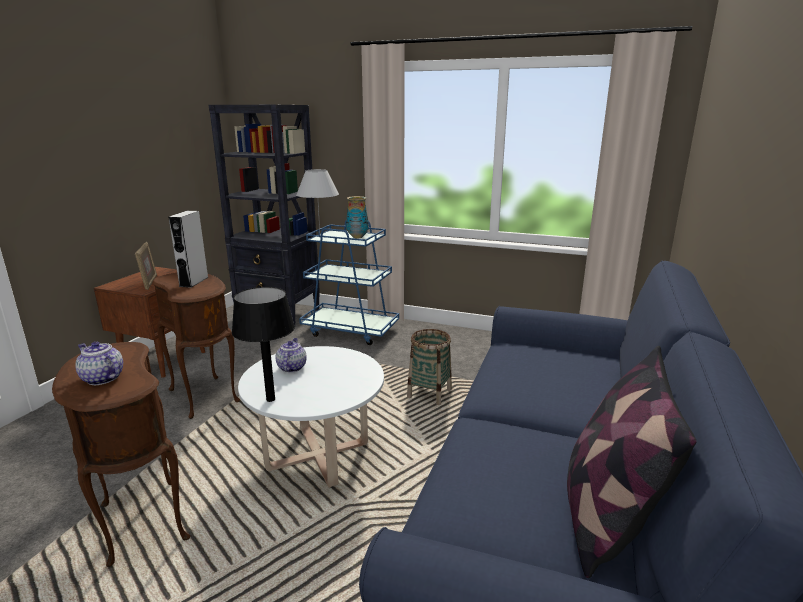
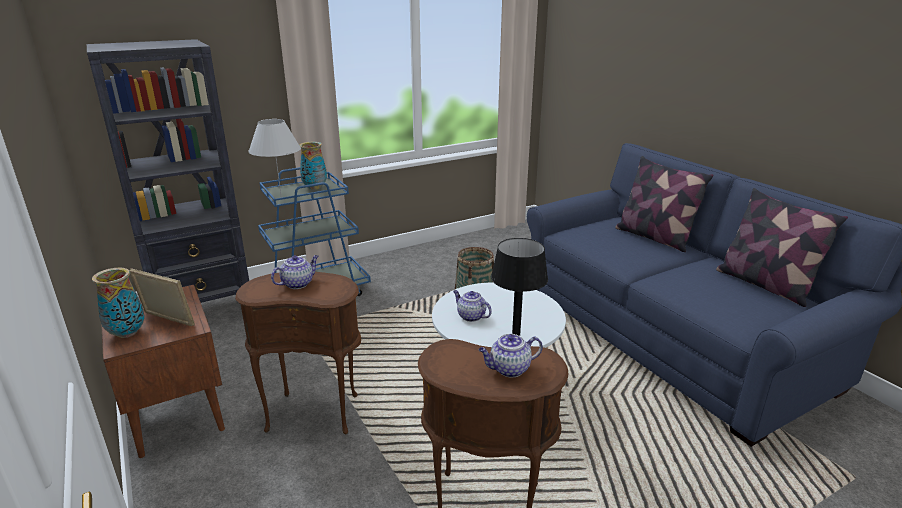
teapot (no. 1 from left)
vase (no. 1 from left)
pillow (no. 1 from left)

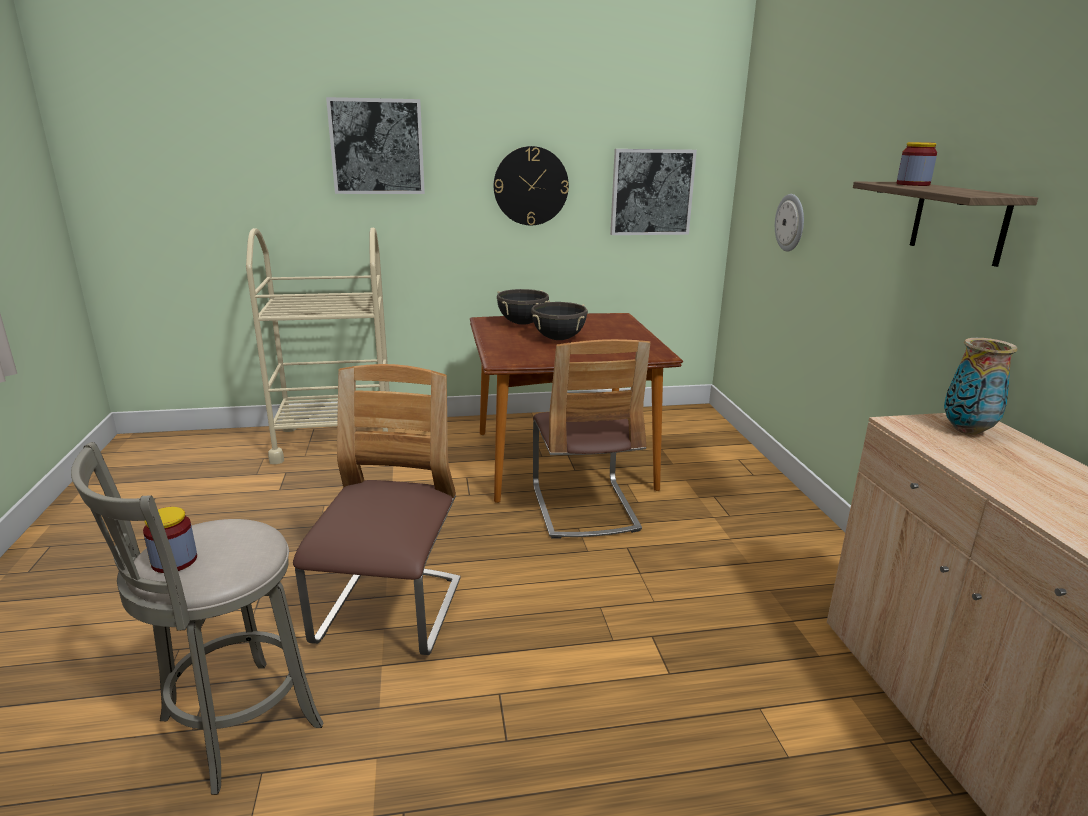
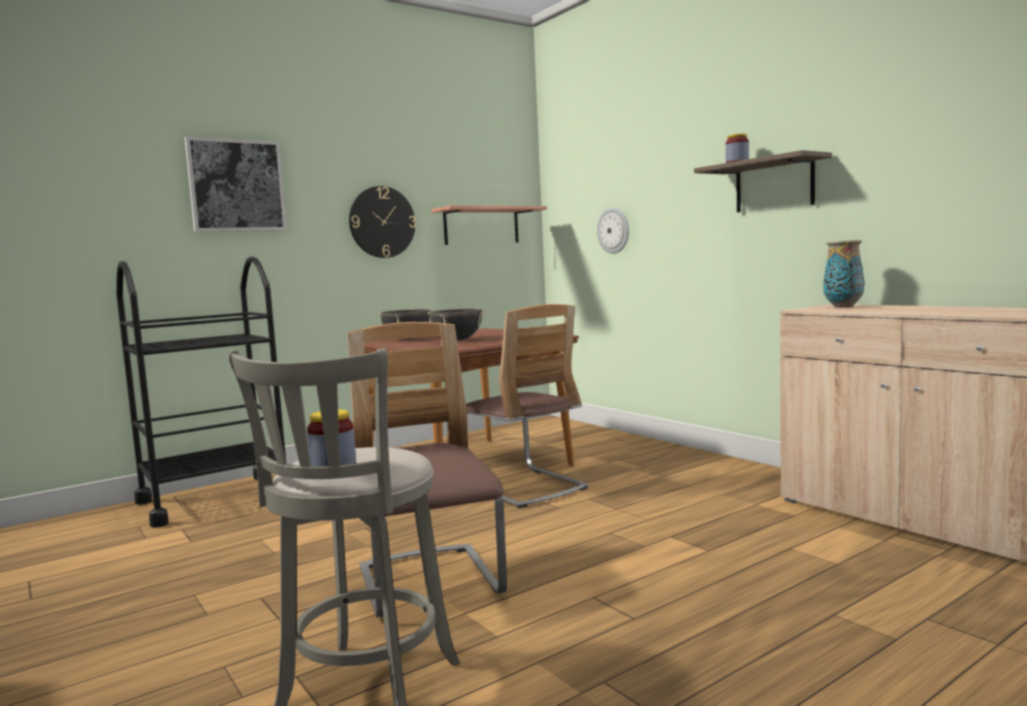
black cart
shelf (no. 1 from left)

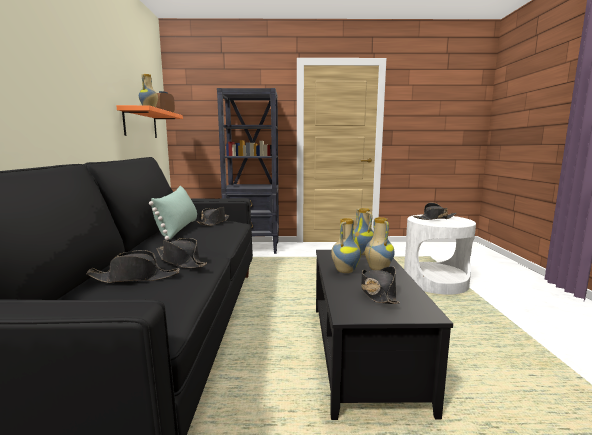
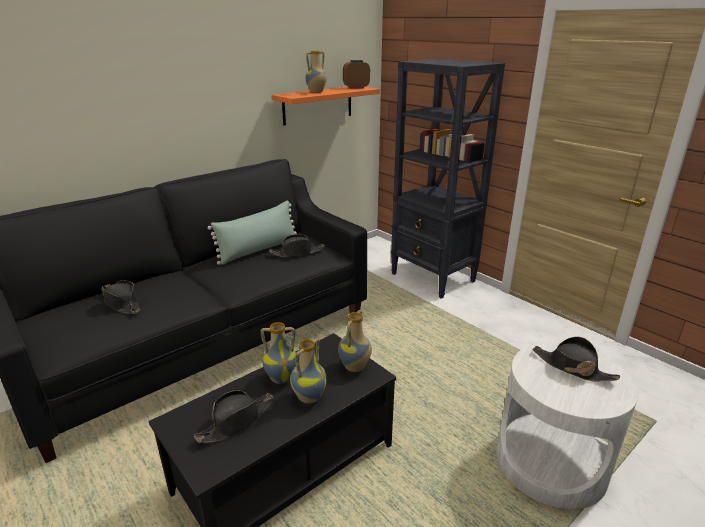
black hat (no. 2 from left in the first image)

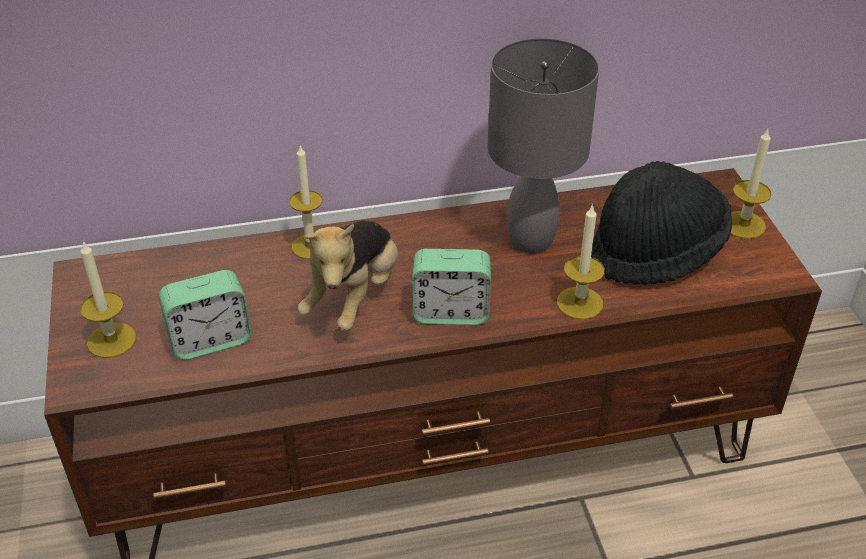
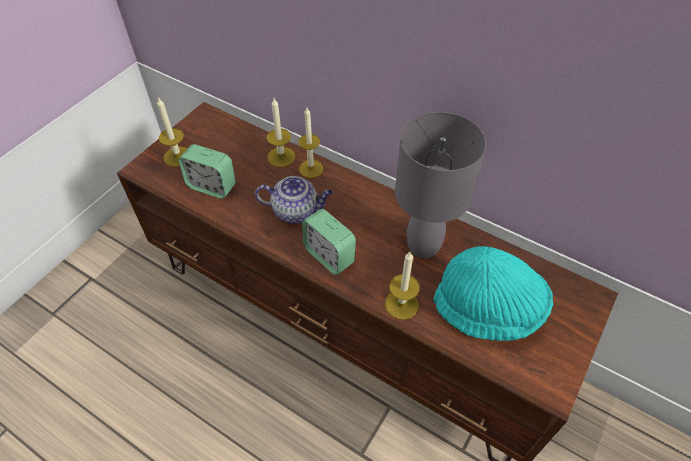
teapot
turquoise hat
candle (no. 2 from left)

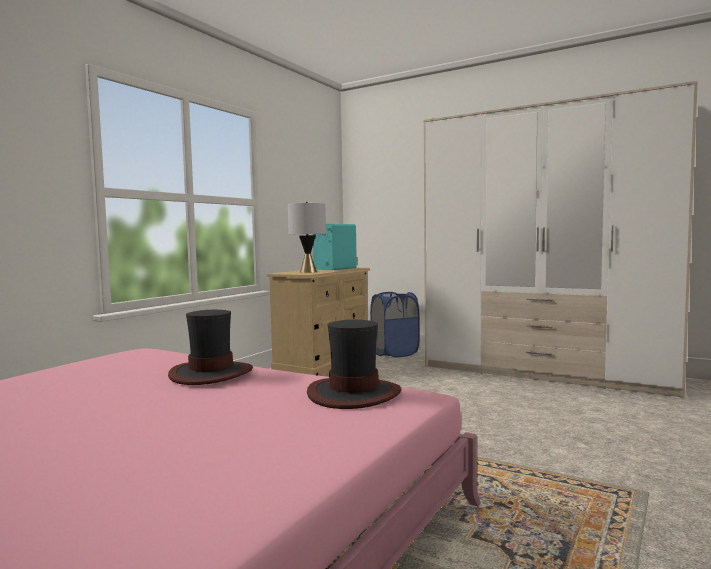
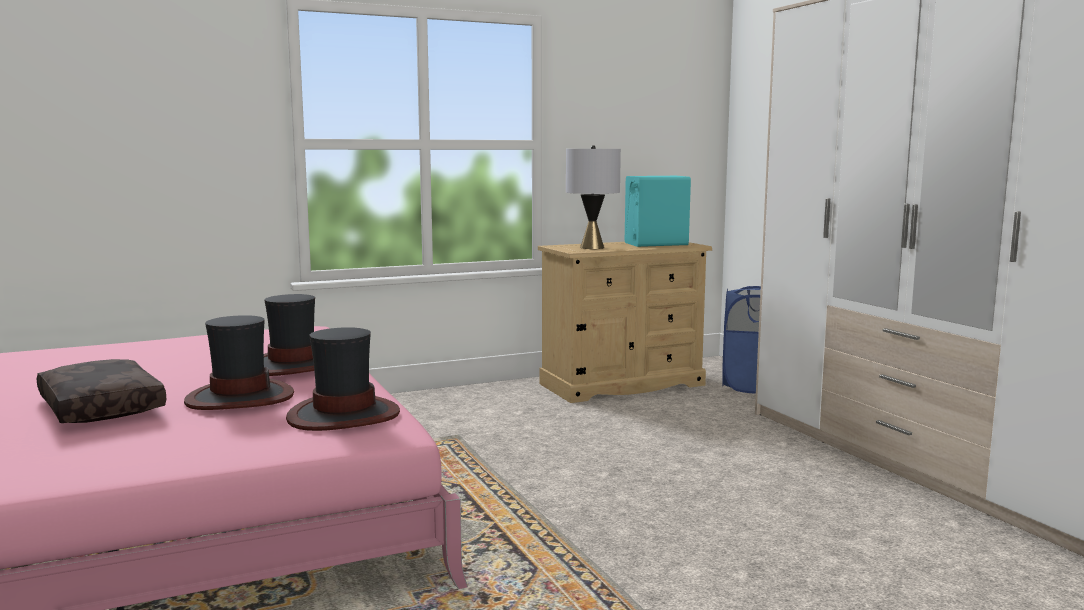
brown pillow
hat (no. 1 from left)

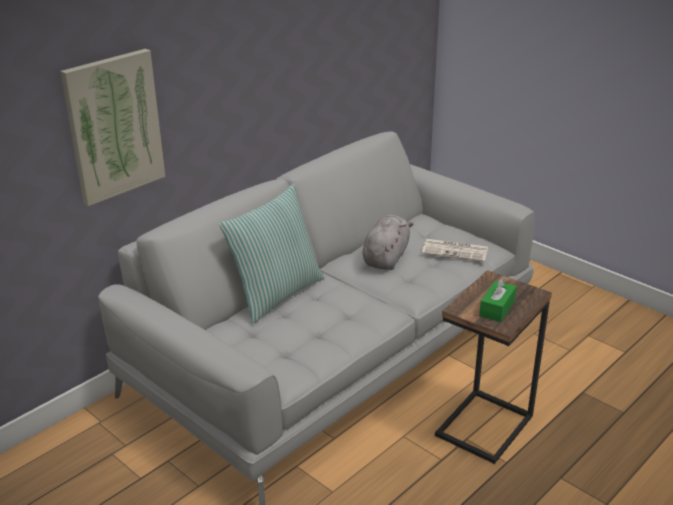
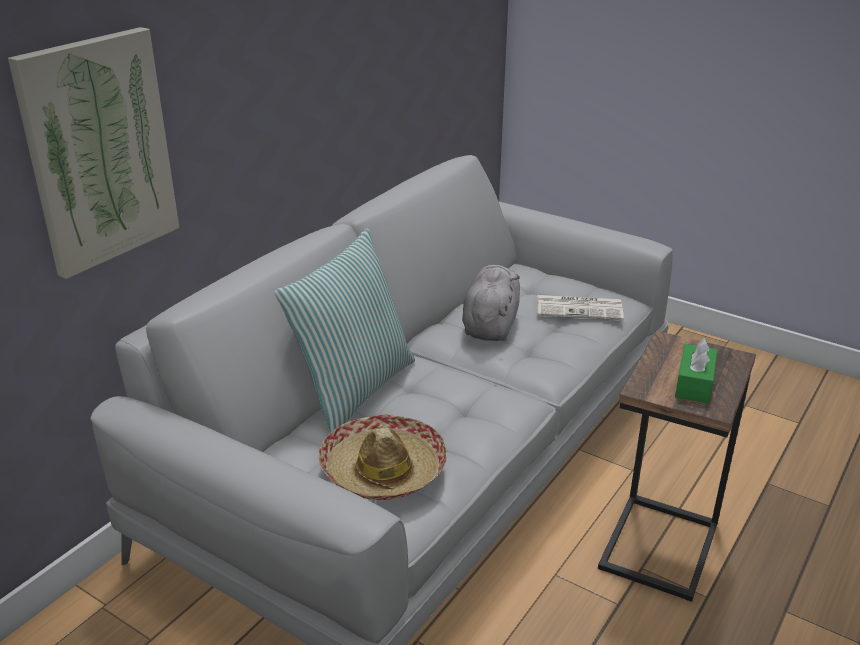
hat

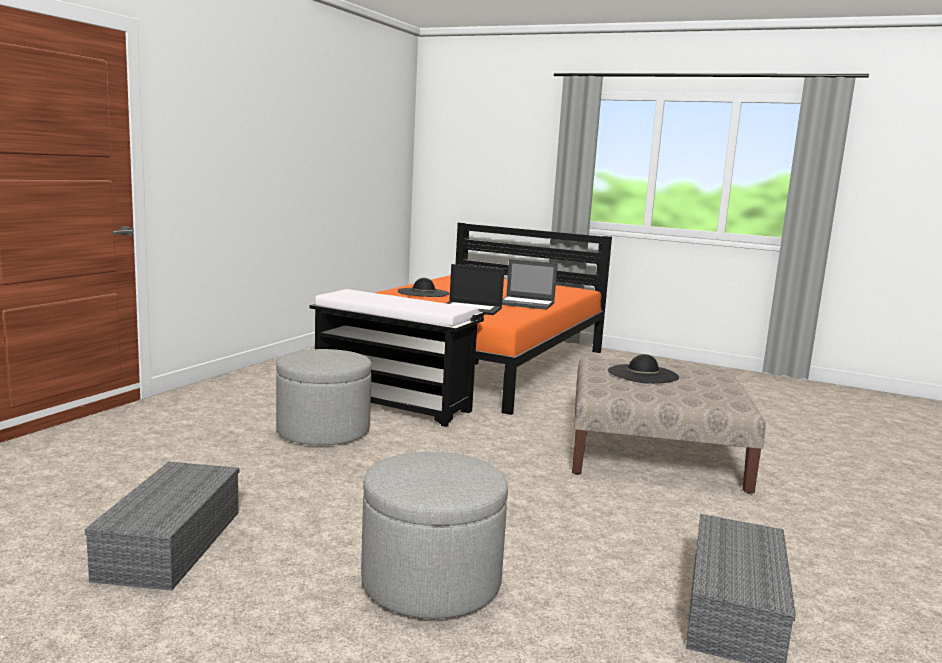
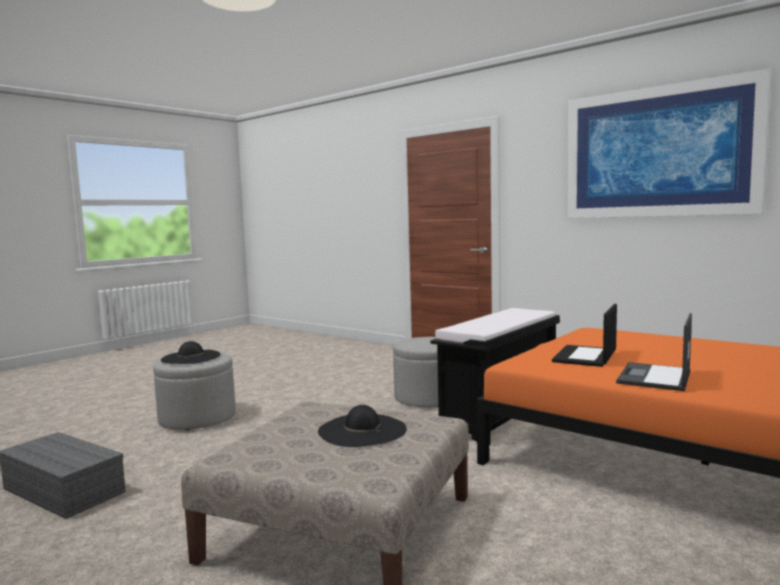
grey storage box (no. 1 from left in the first image)
black hat (no. 1 from left)
picture

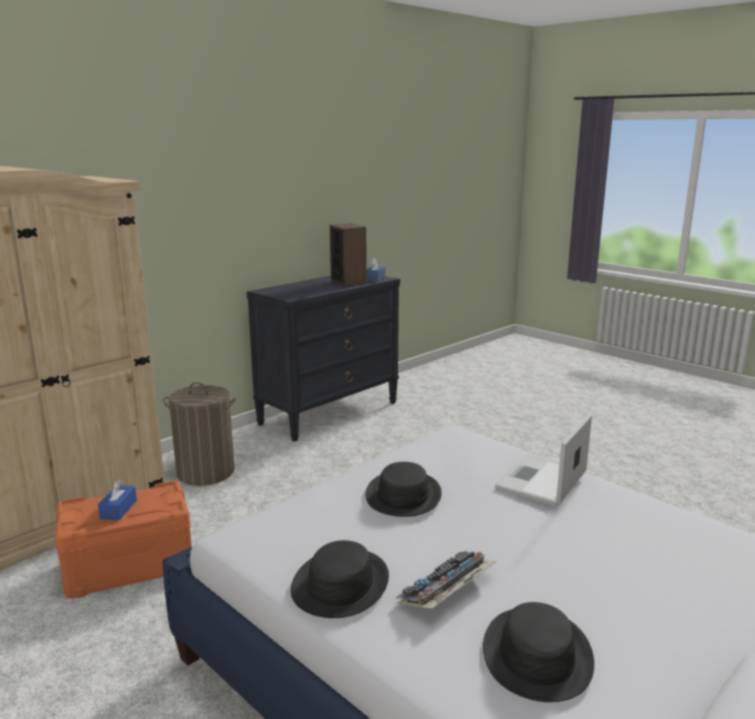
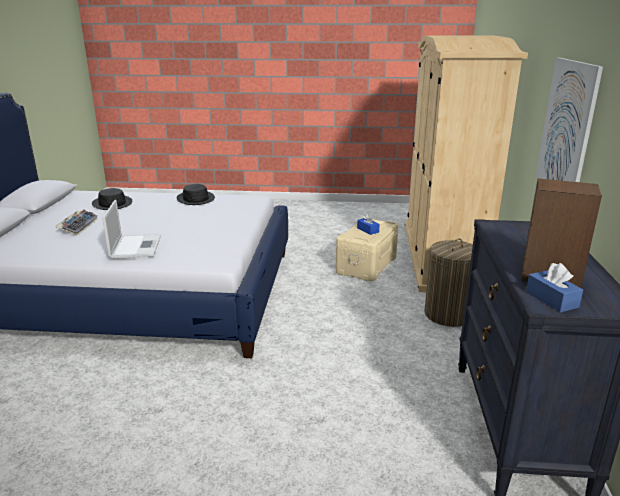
beige storage box
black hat (no. 2 from left in the first image)
keyboard
picture

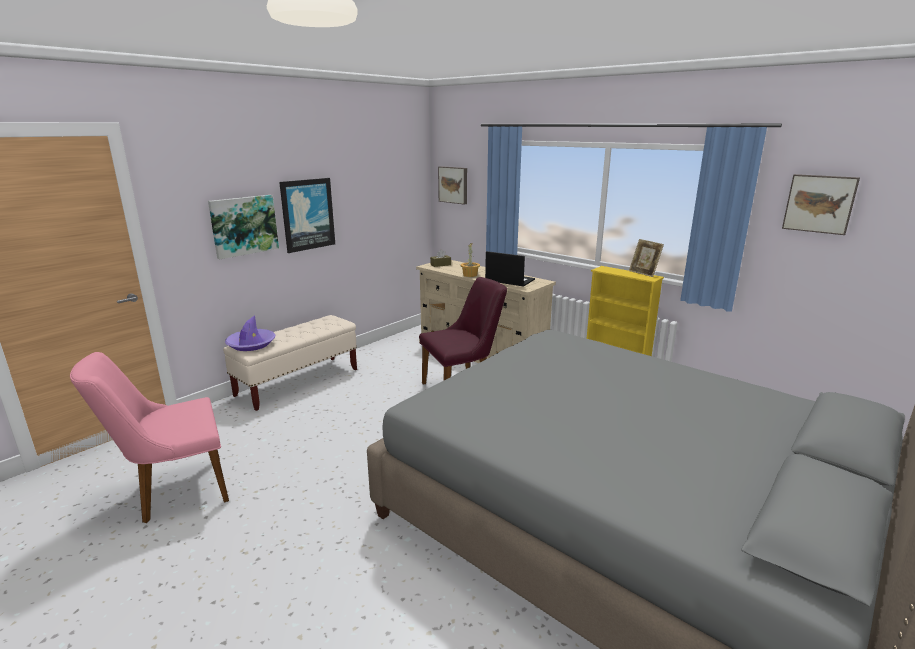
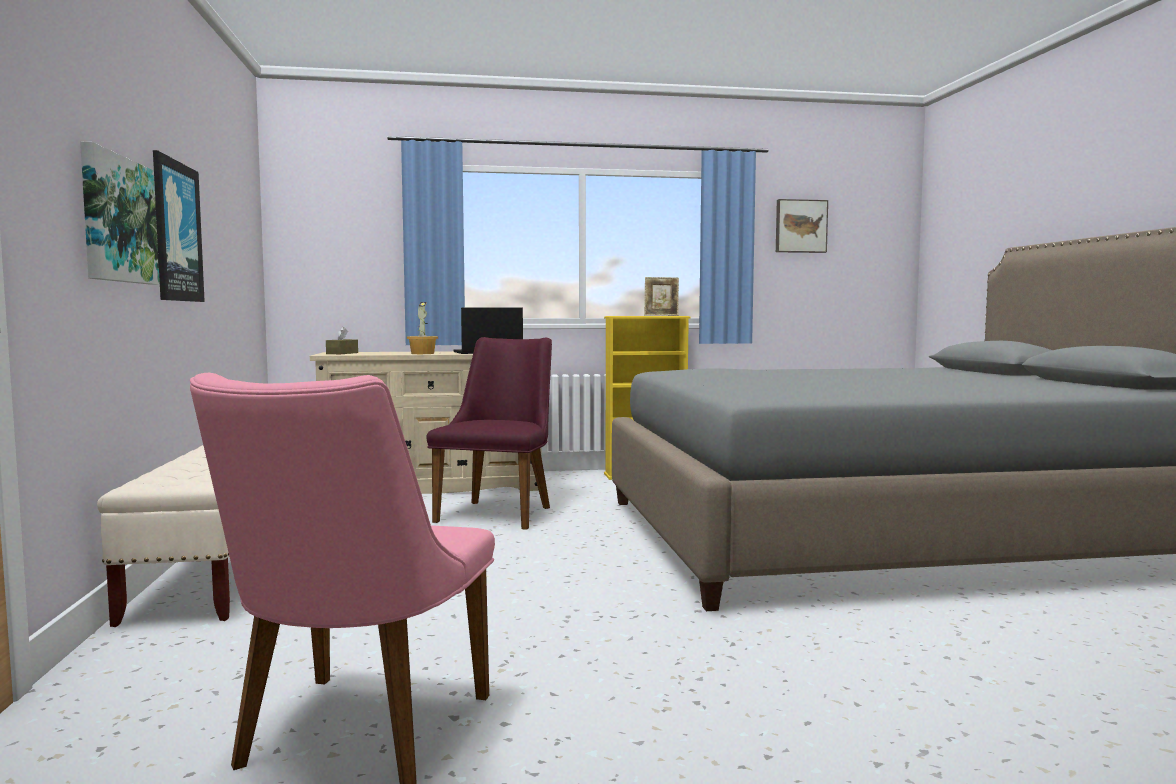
purple hat
picture (no. 3 from left in the first image)

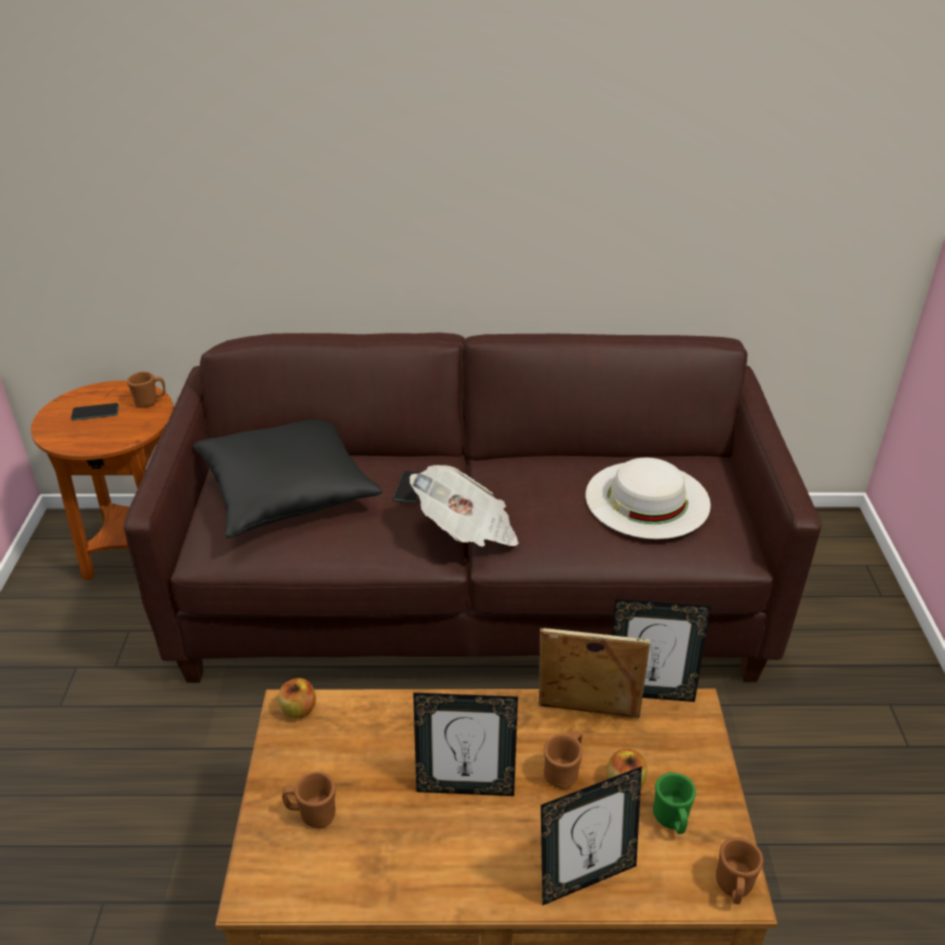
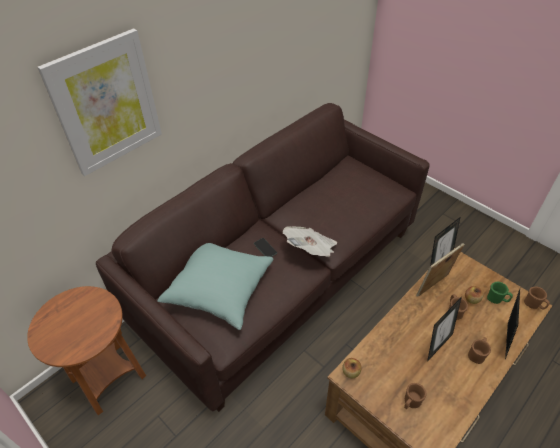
phone (no. 1 from left in the first image)
brown mug (no. 3 from left)
turquoise pillow
white hat
picture

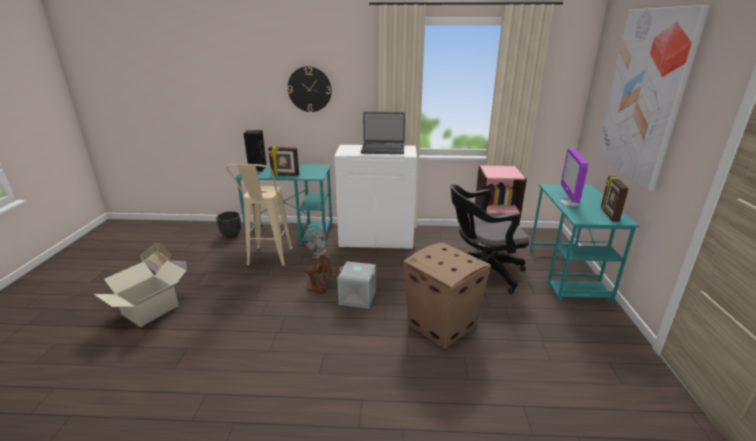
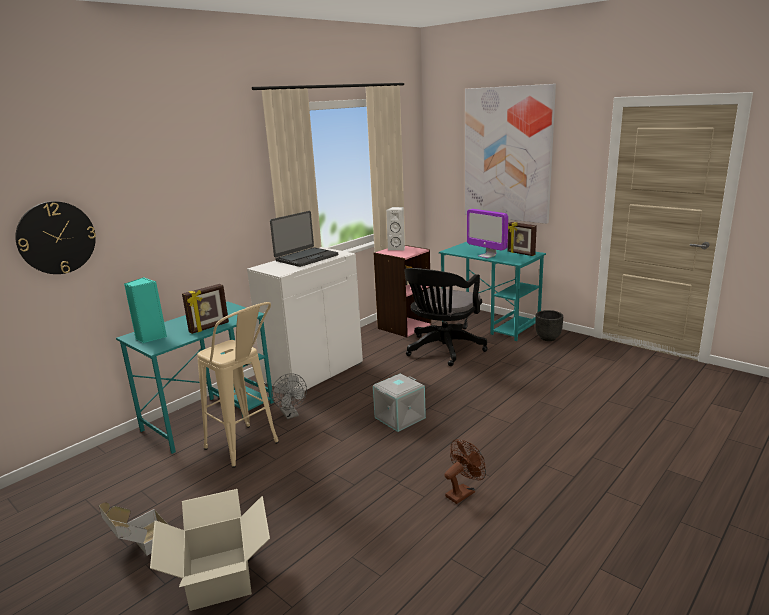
black planter
turquoise speaker
wall clock
brown fan
cardboard box (no. 3 from left in the first image)
white speaker

